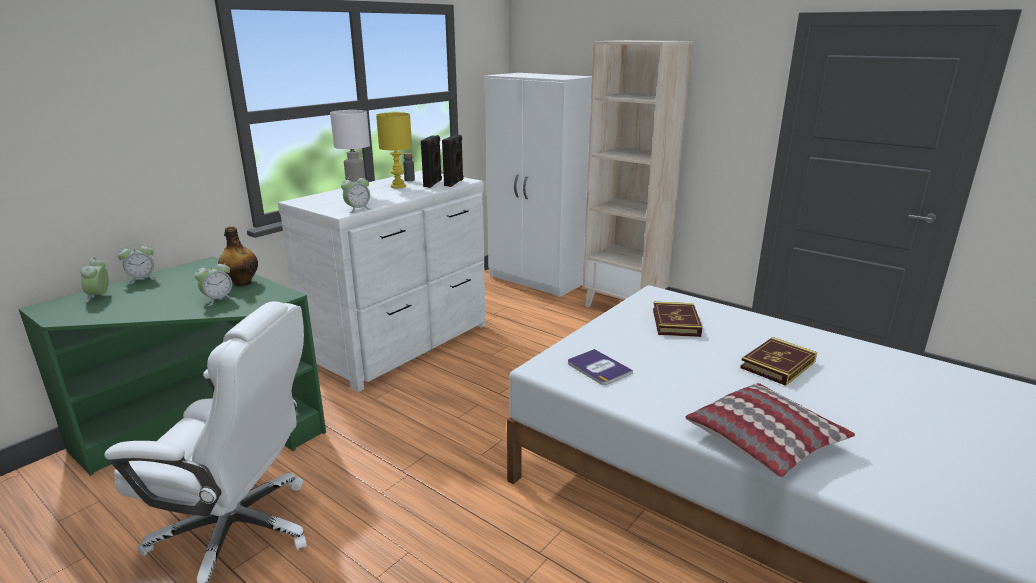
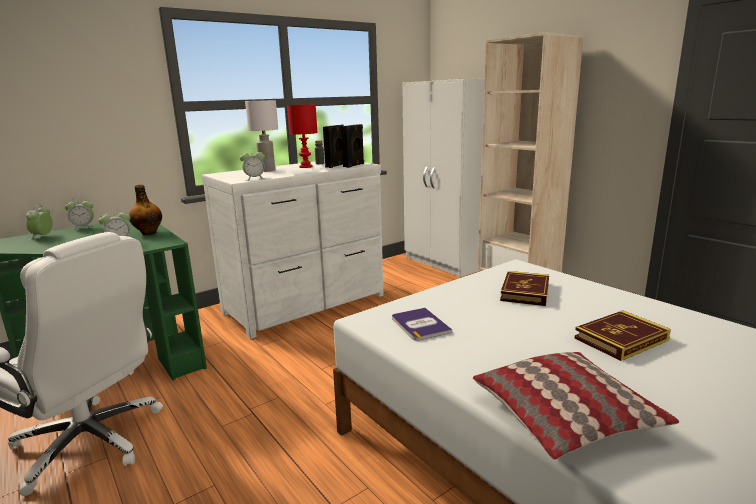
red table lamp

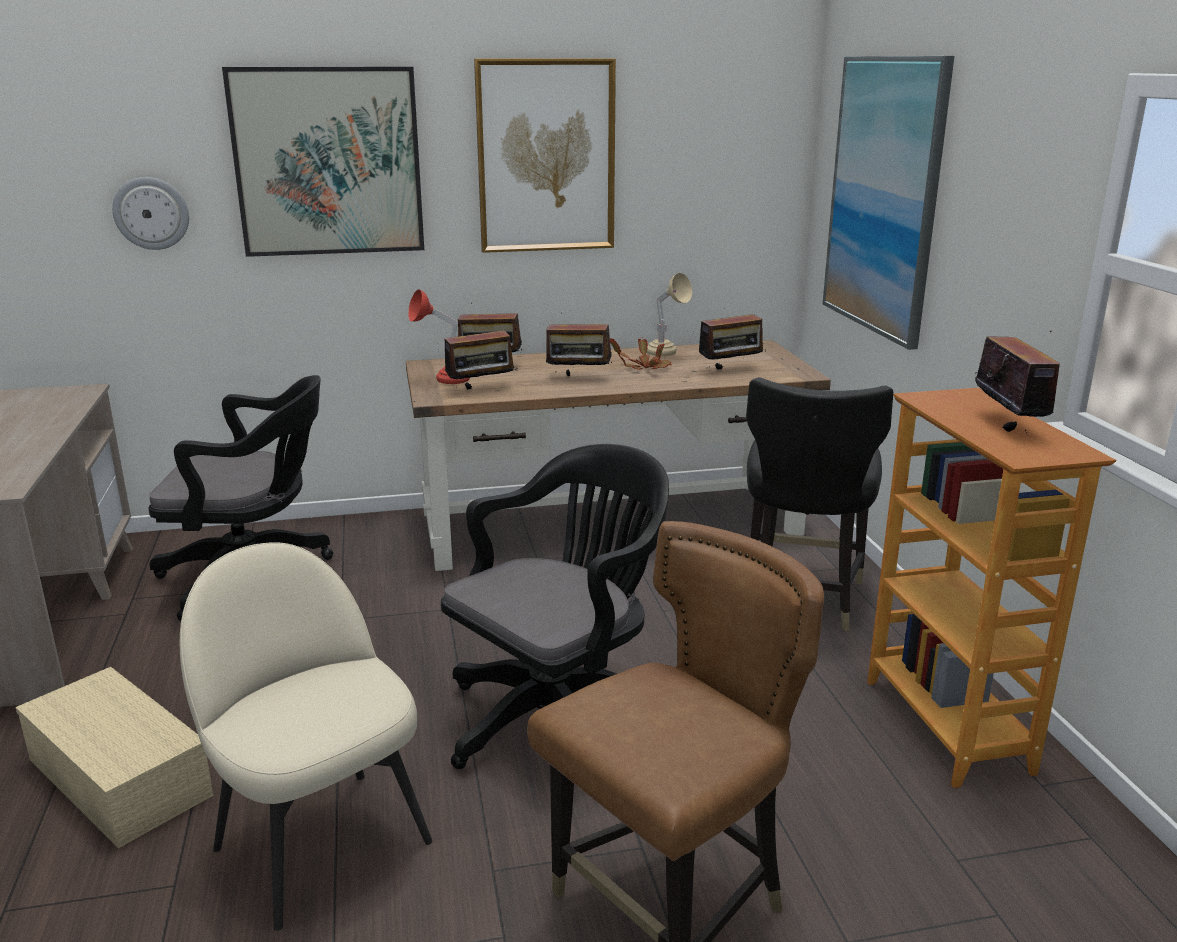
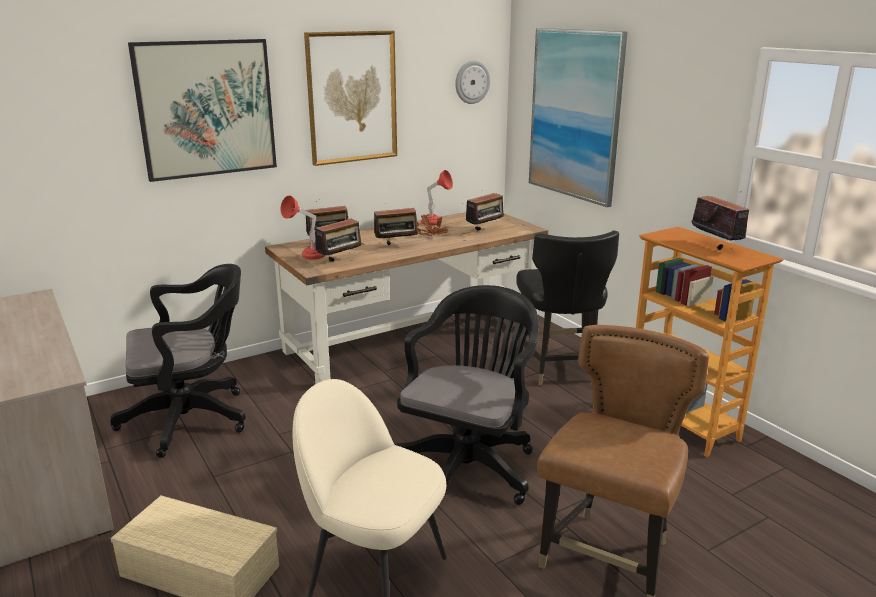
wall clock
red table lamp (no. 2 from left)

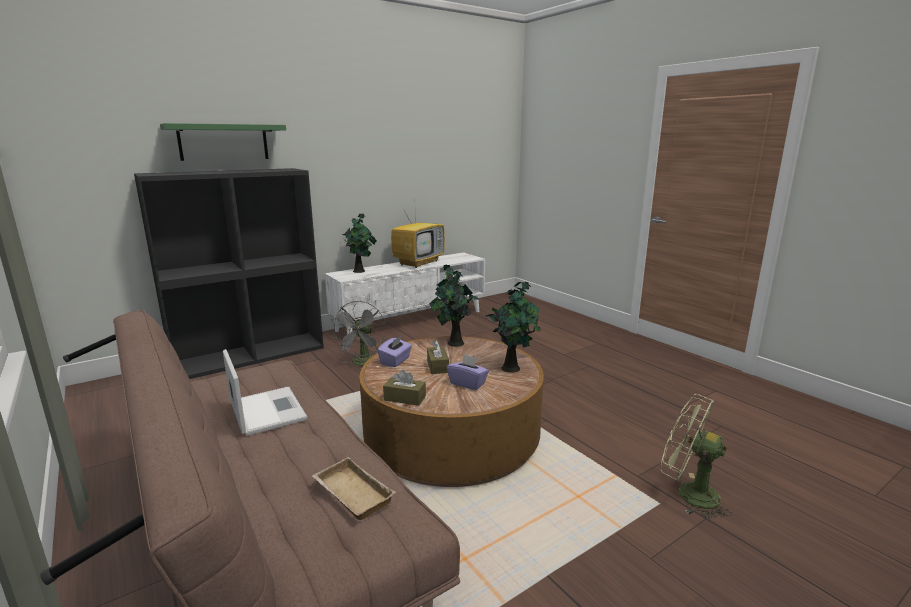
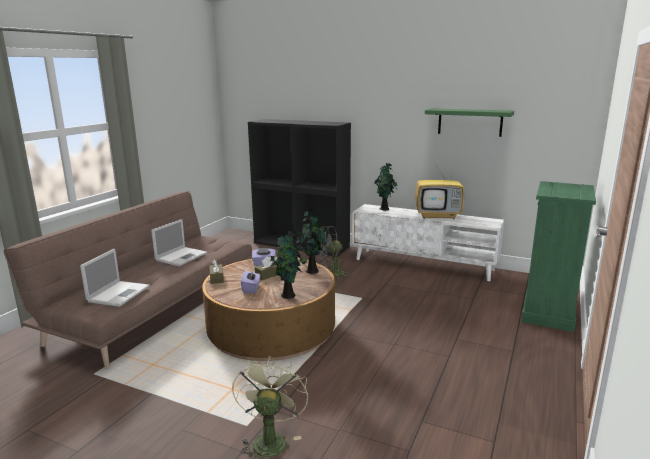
green shelf
laptop (no. 1 from left)
green dresser

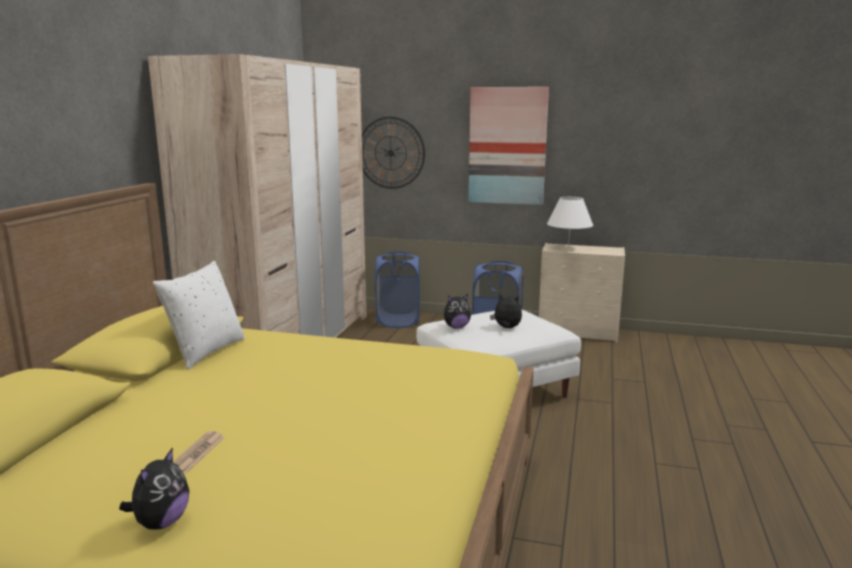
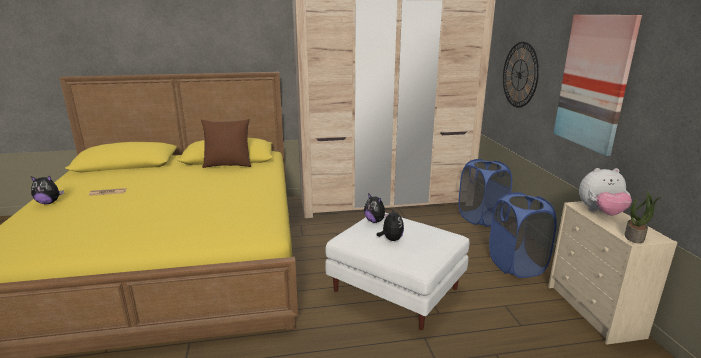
brown pillow
plush toy (no. 4 from left)
potted plant

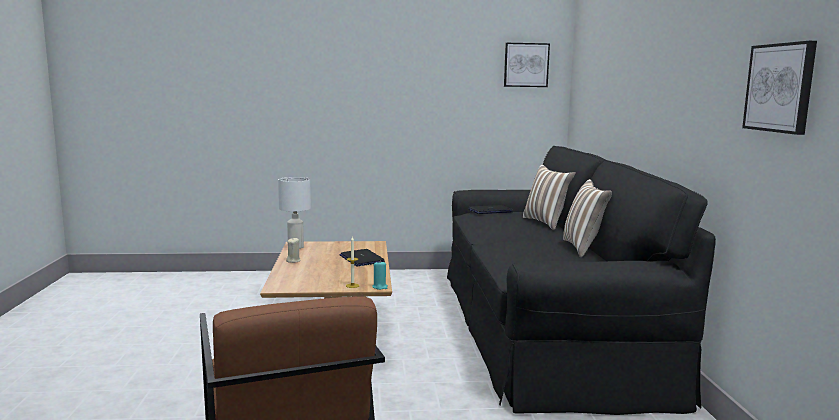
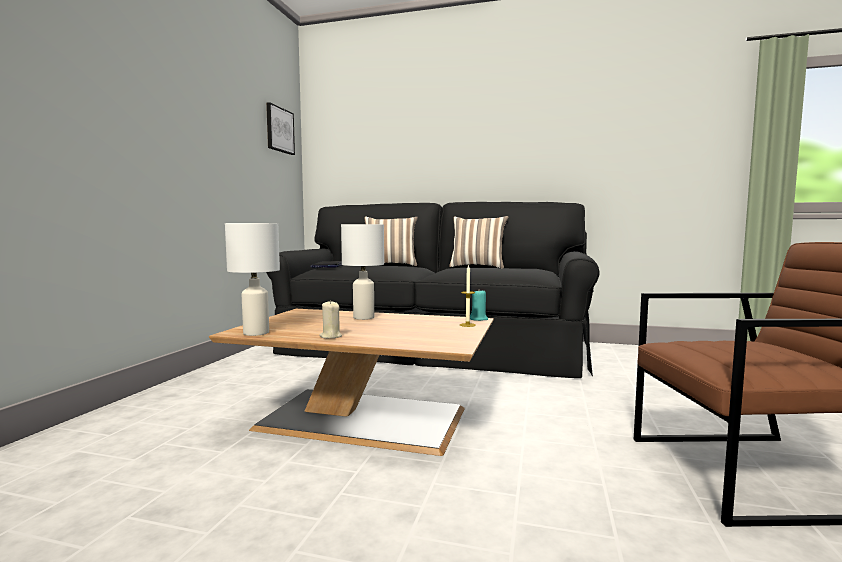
white table lamp (no. 2 from left)
picture (no. 2 from left in the first image)

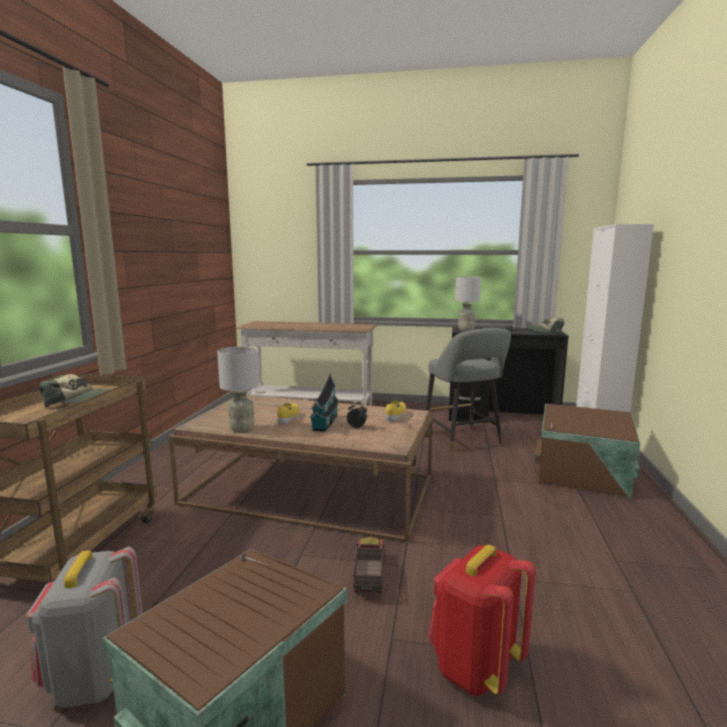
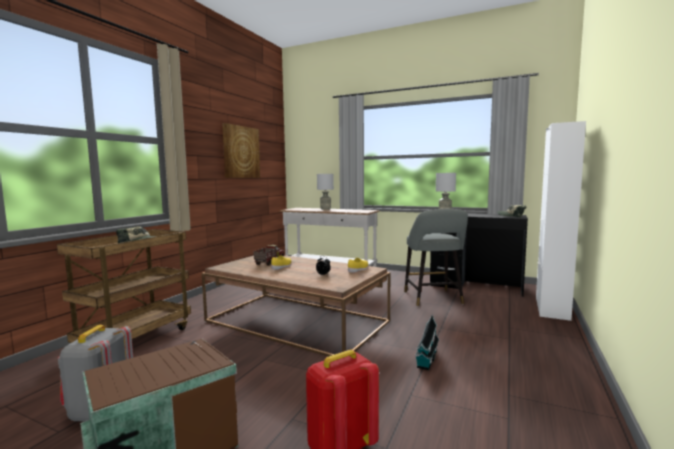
grey table lamp (no. 1 from left)
toy house
toy truck
brown storage box (no. 2 from left in the first image)
picture

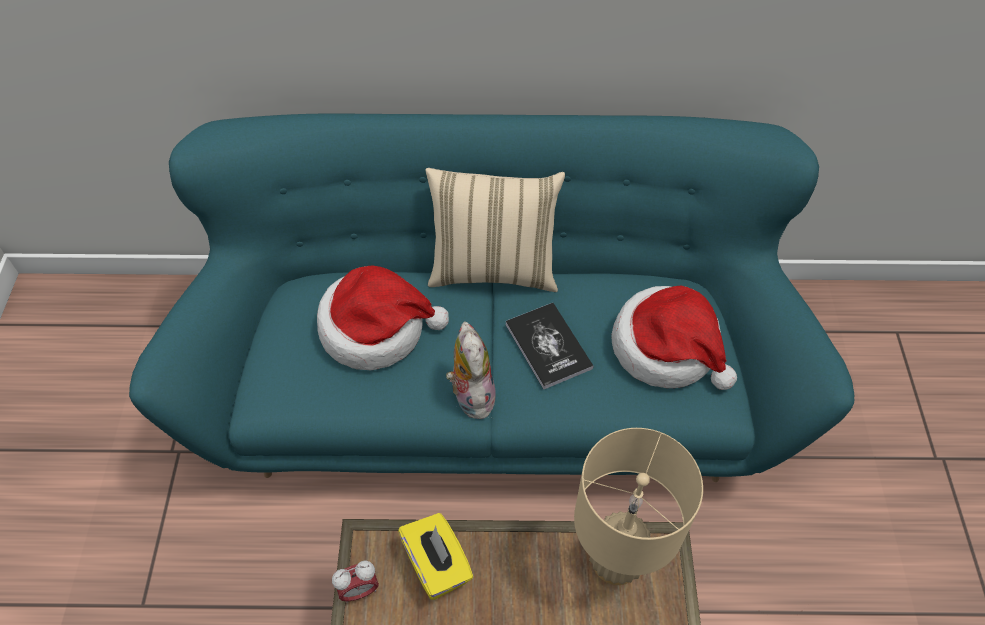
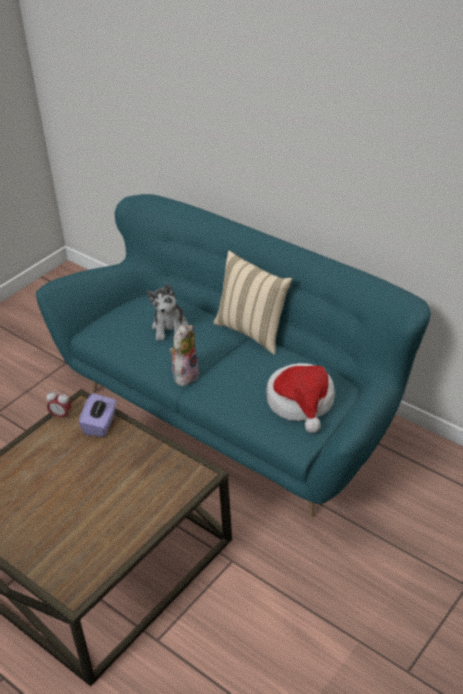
plush toy (no. 1 from left)
purple tissue box
book
beige table lamp

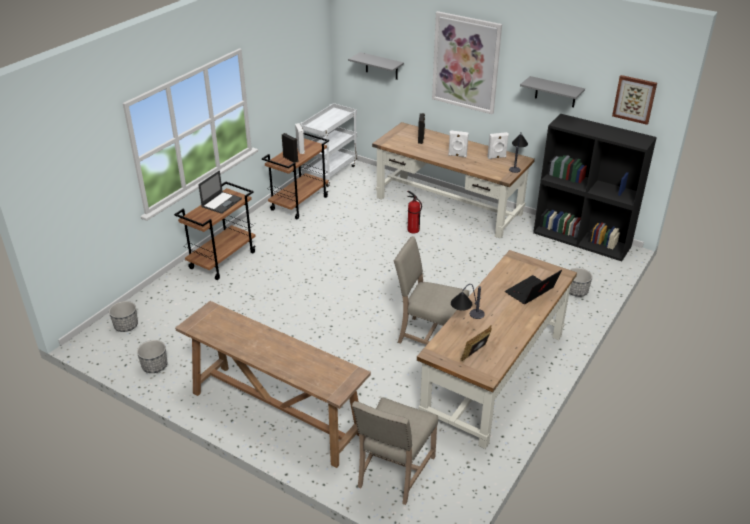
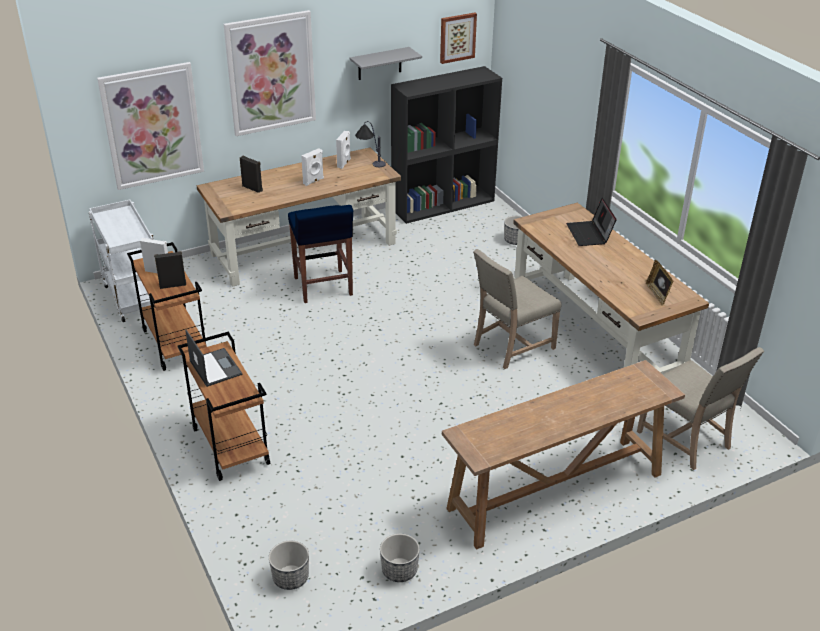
picture (no. 1 from left)
blue stool
table lamp (no. 1 from left in the first image)

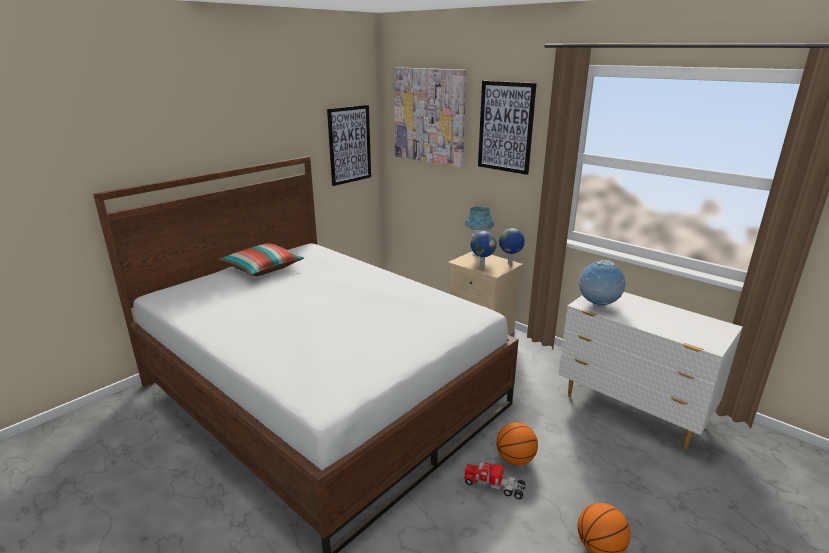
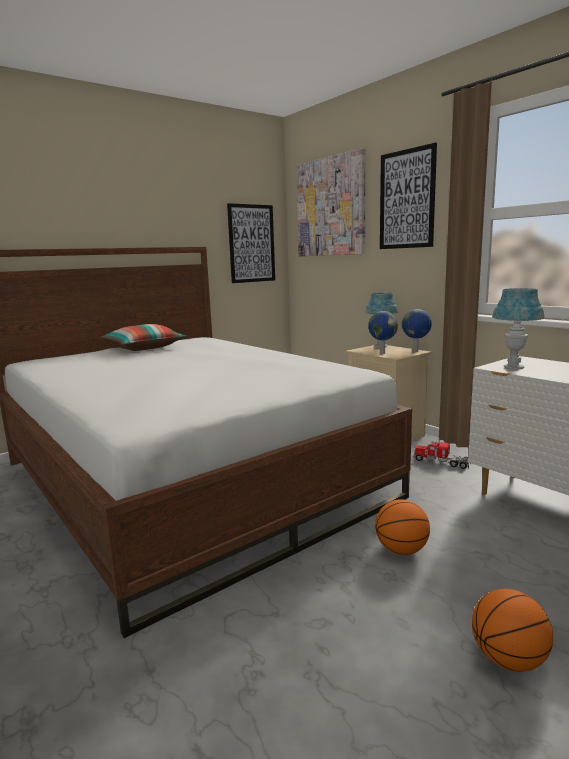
toy truck
blue table lamp (no. 2 from left)

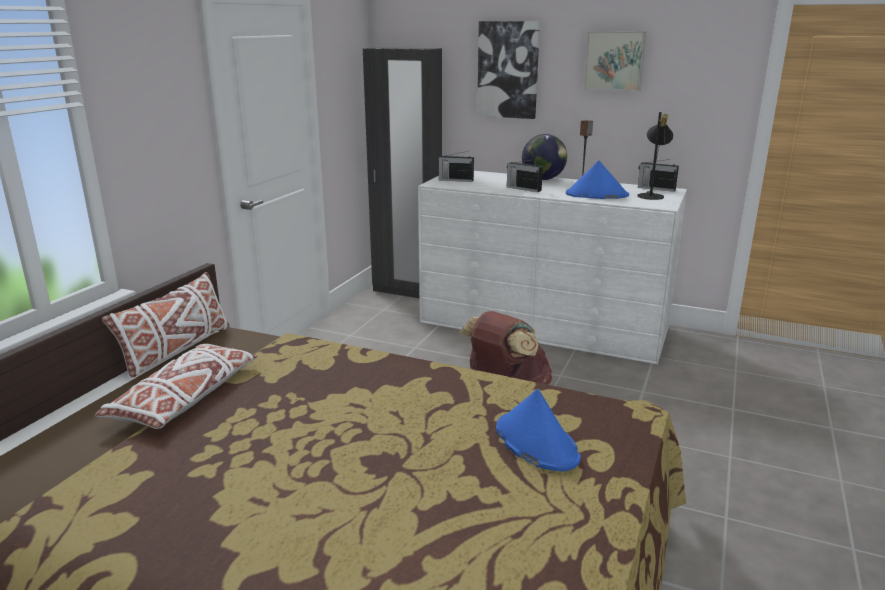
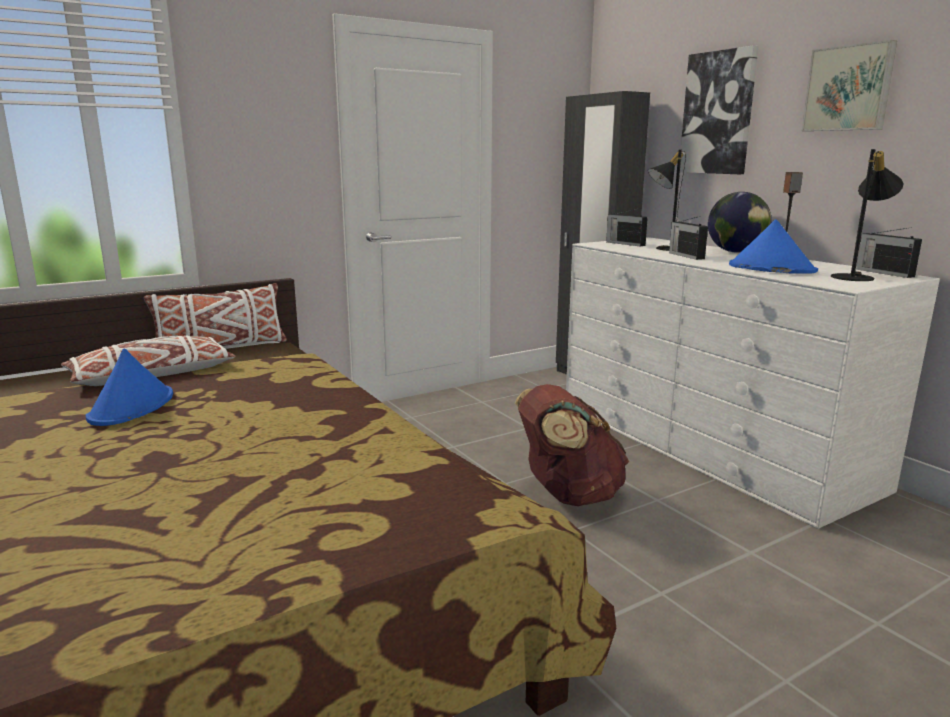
blue hat (no. 1 from left)
black table lamp (no. 1 from left)

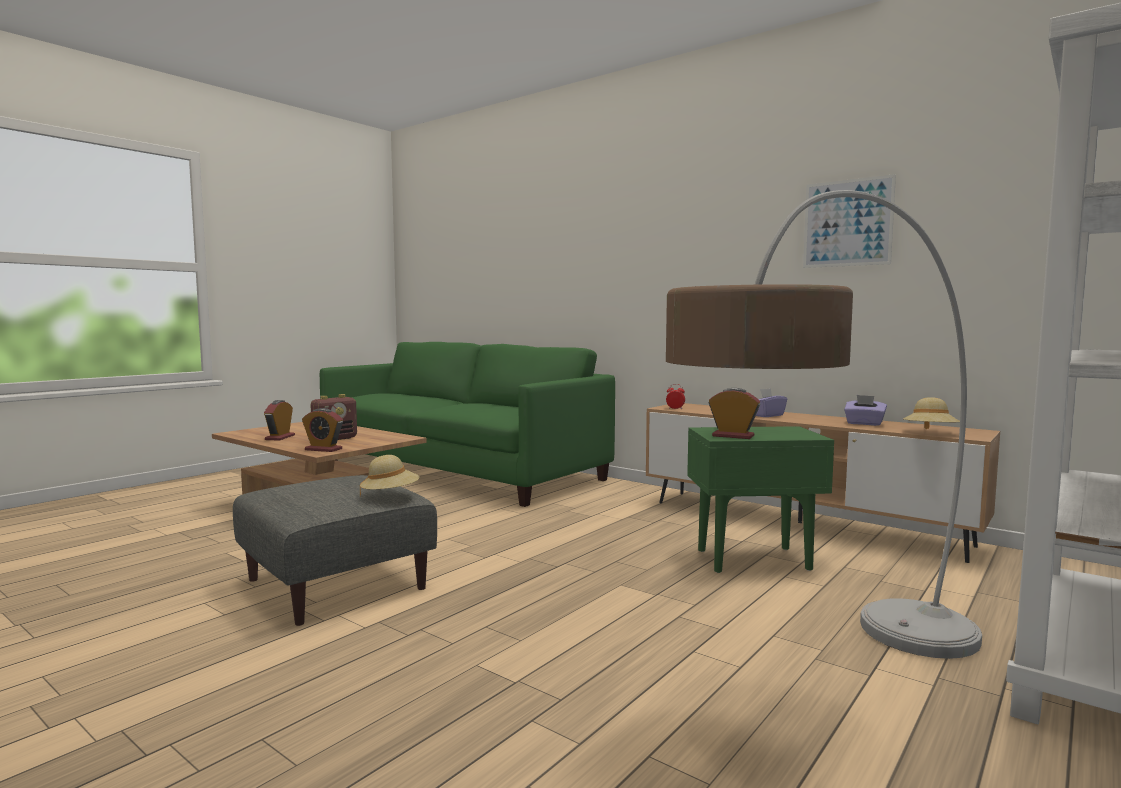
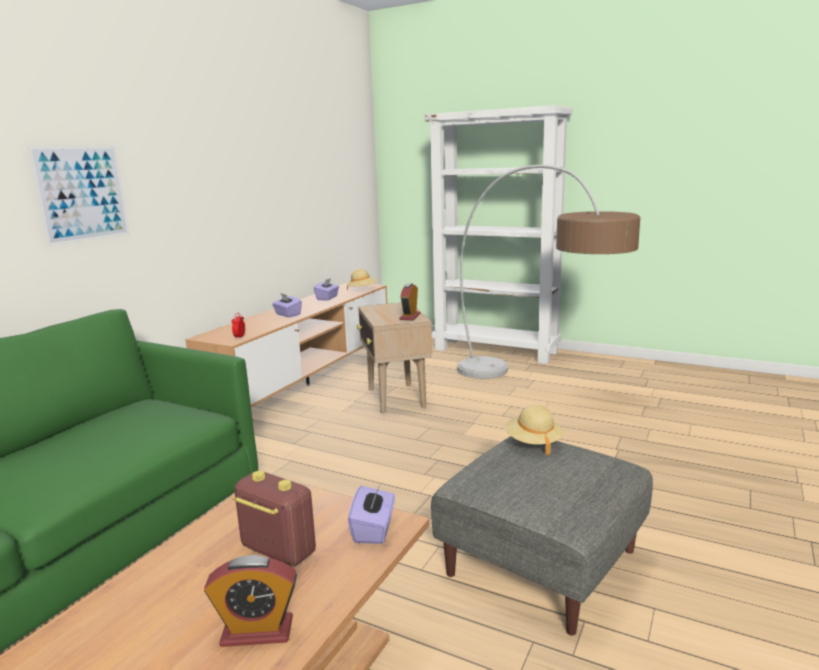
purple tissue box (no. 3 from left)
beige side table
picture

